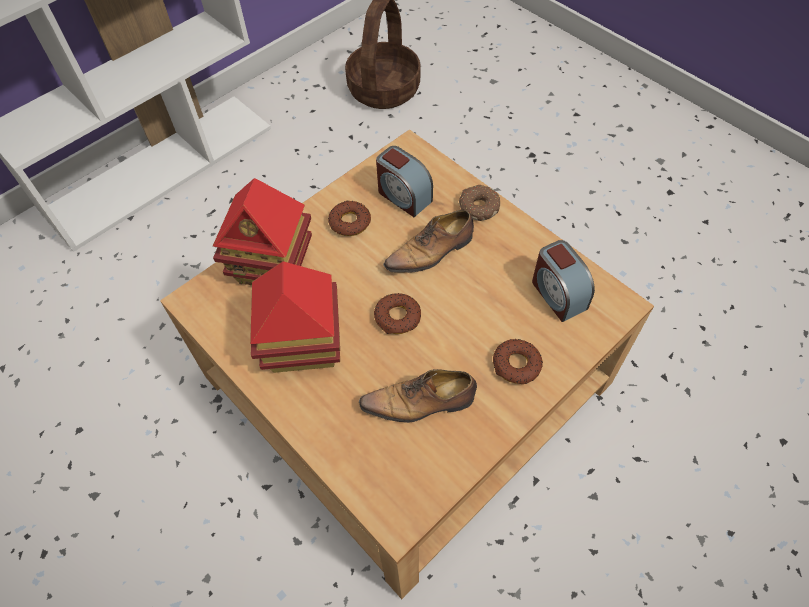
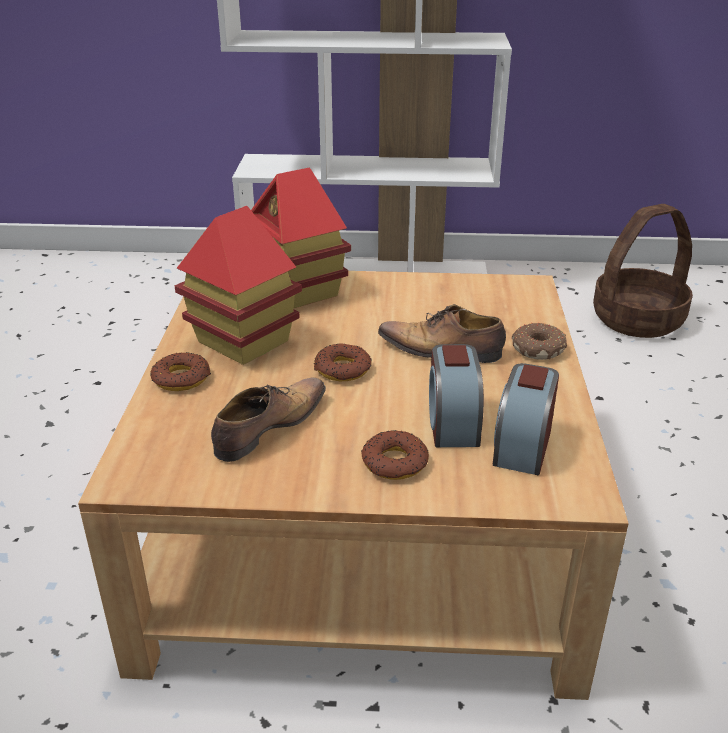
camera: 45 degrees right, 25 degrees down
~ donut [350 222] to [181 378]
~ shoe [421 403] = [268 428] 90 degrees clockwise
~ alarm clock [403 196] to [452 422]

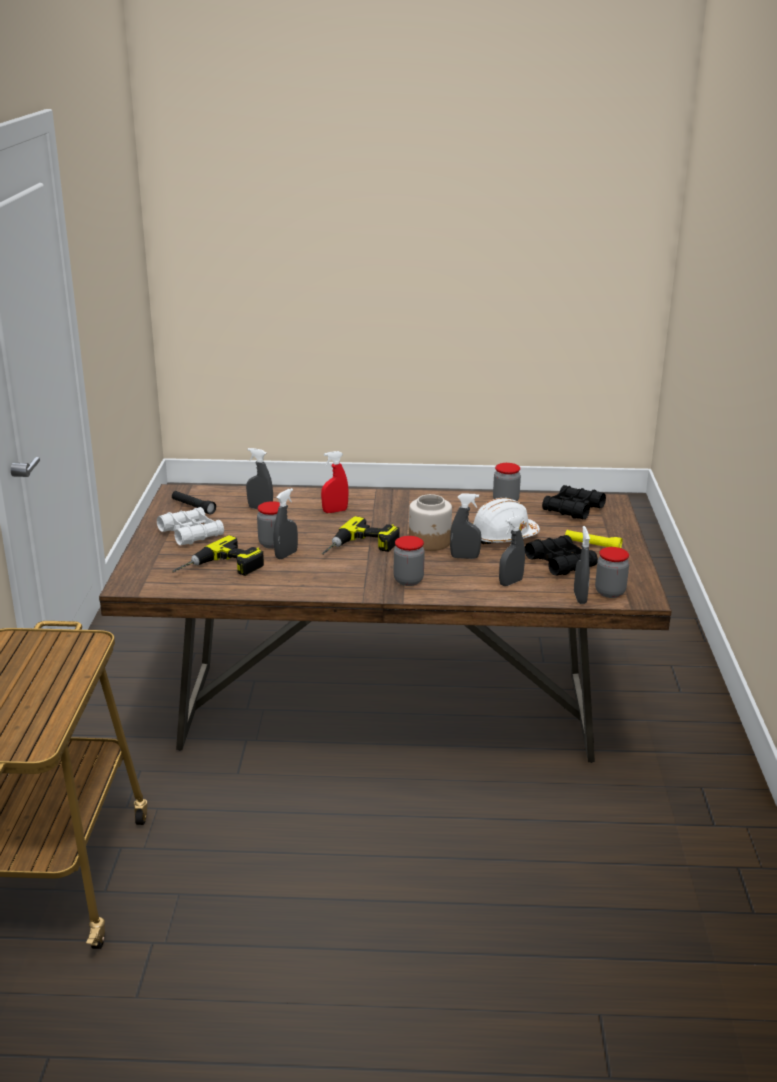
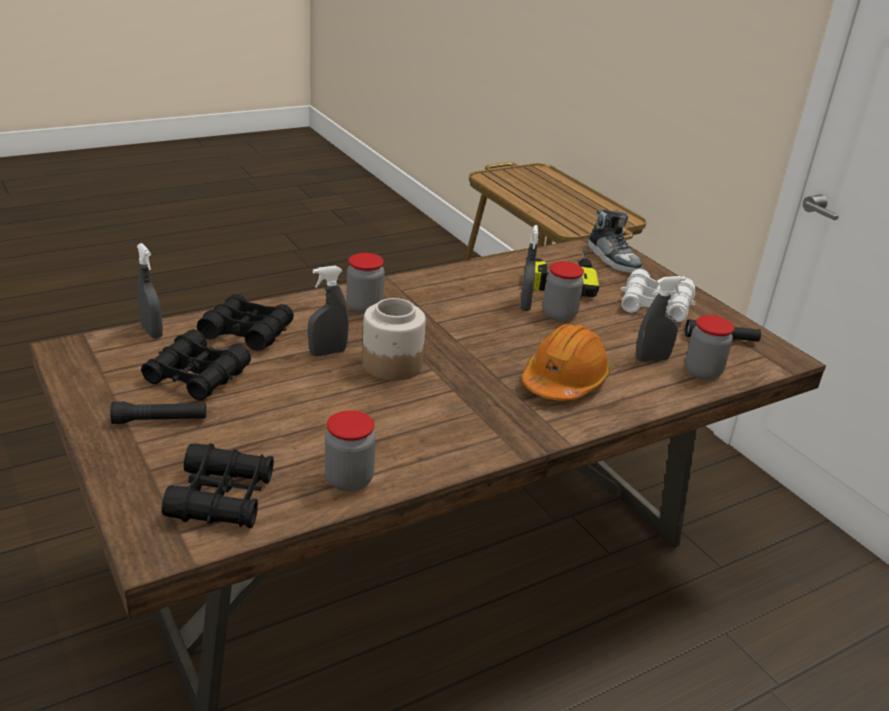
camera: 145 degrees right, 5 degrees up
~ yellow flashlight [592 545] to black flashlight [160 420]
~ grey spray bottle [510 582] to black binoculars [247 332]
~ red spray bottle [335 511] to orange hard hat [564 381]
+ shoe [613 259]
~ jar [610 592] to [702 372]
- power drill [360 548]
- white hard hat [502 537]

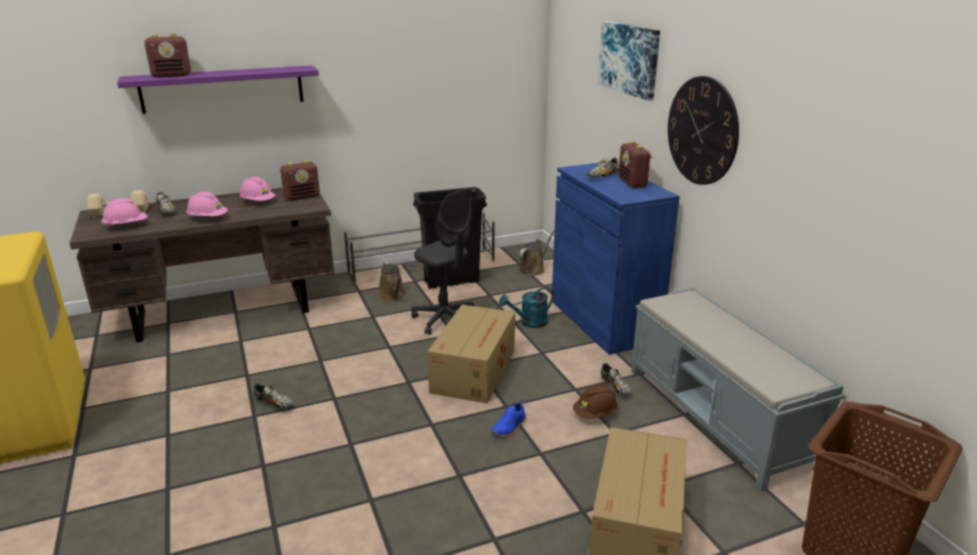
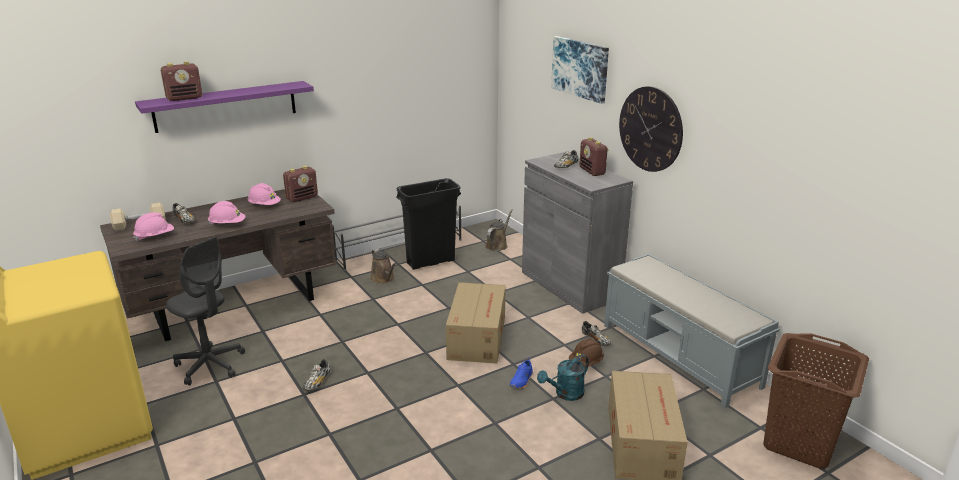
camera: 10 degrees left, 0 degrees up
~ grey office chair [445 319] to [210 365]
~ shoe [274 404] = [317 382] 90 degrees clockwise
~ blue cabinet [603 321] to grey cabinet [569 285]
~ turquoise watering can [529 323] to [565 394]

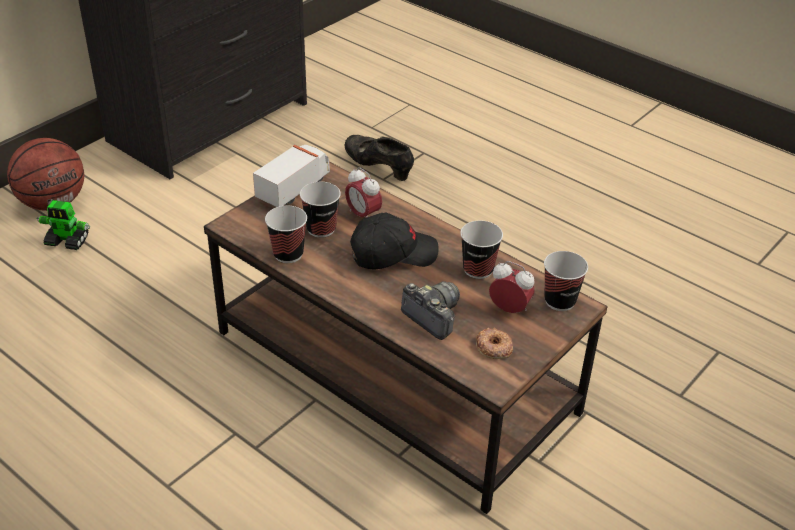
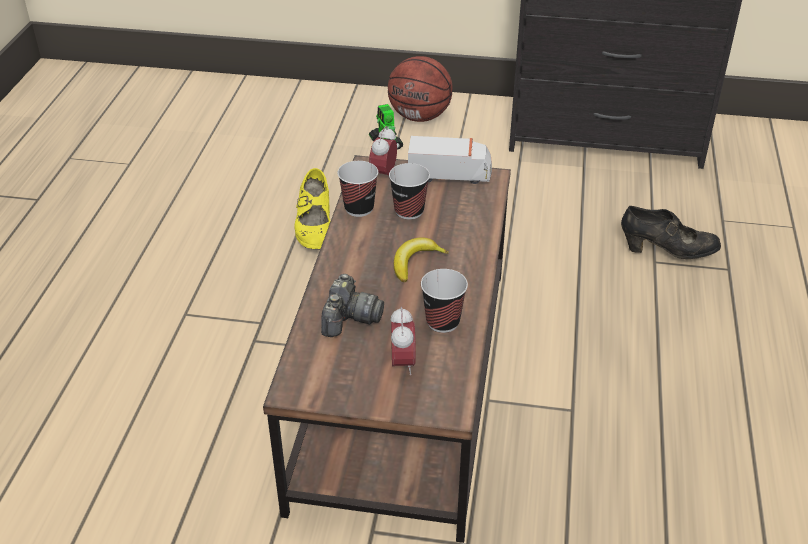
camera: 60 degrees right, 0 degrees up
+ yellow shoe [314 230]
~ alarm clock [363 215] to [383 174]
~ black cap [393 253] to banana [415 263]
~ black shoe [379 168] = [667 252] 90 degrees clockwise
- donut [493 347]
- cup [560 301]

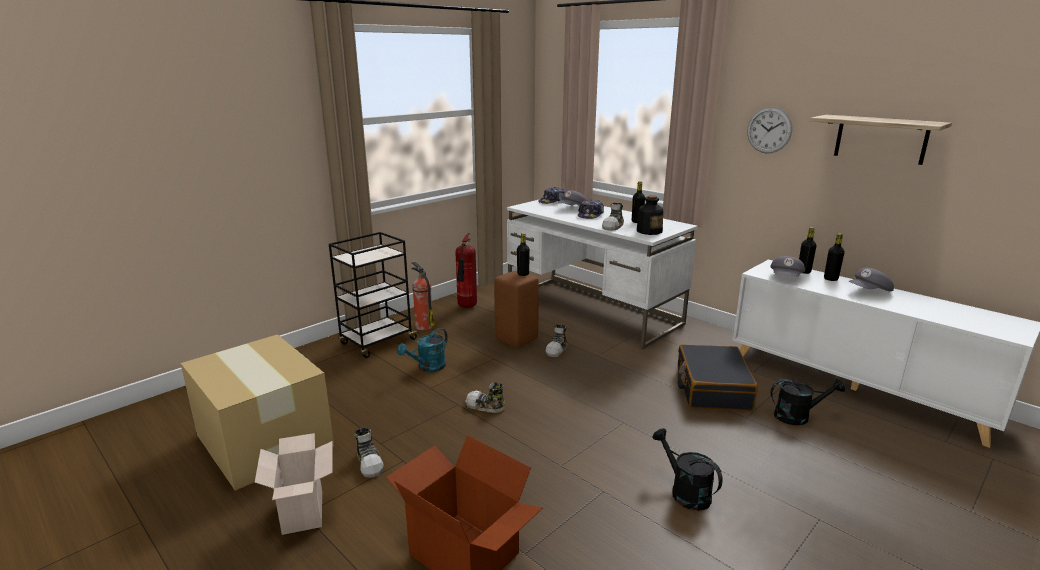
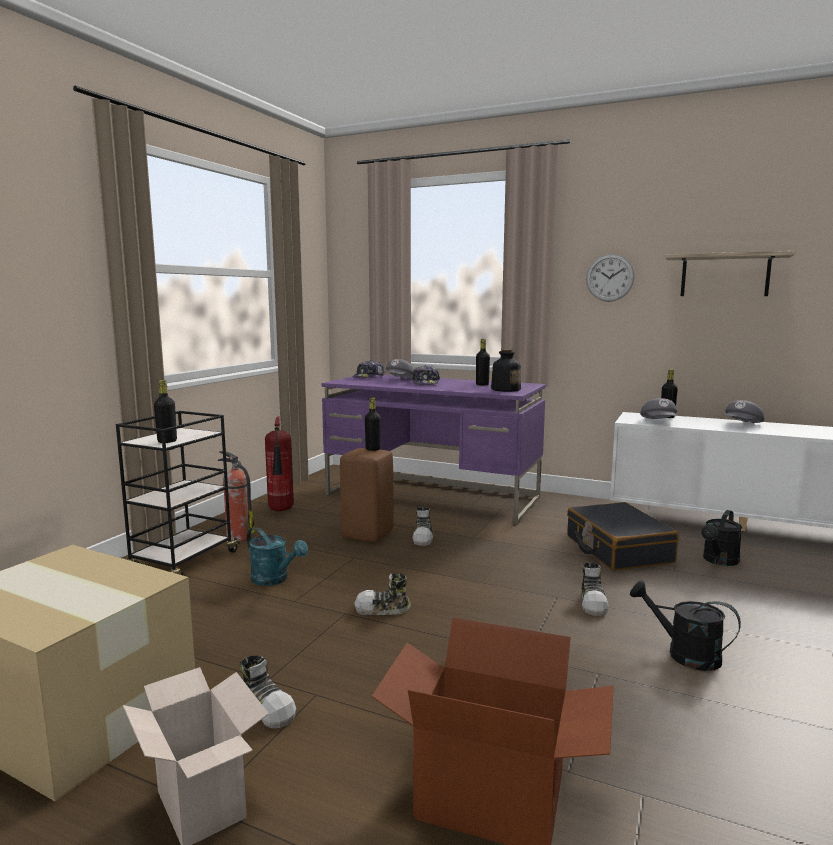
camera: 20 degrees left, 10 degrees down
~ black bottle [830 279] to [167 441]
~ turquoise watering can [428 368] = [275 579] 75 degrees counterclockwise
~ white desk [592 310] to purple desk [433 497]
~ shoe [613 226] to [593 603]
~ black watering can [797 416] = [719 561] 150 degrees clockwise

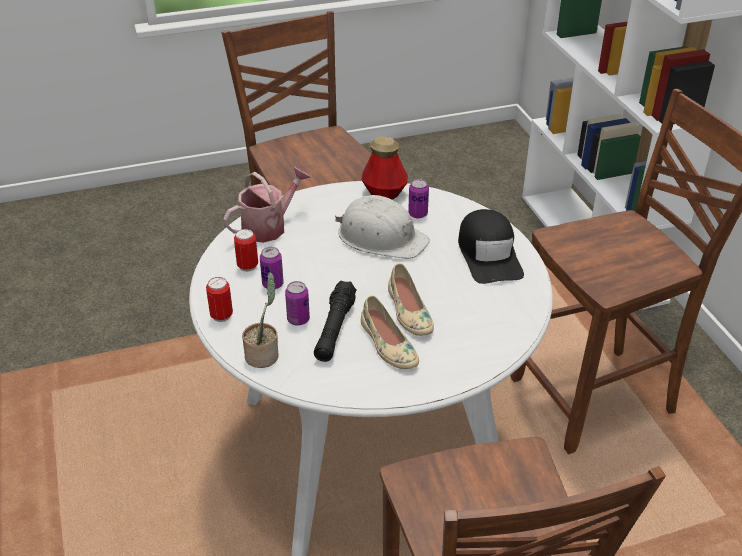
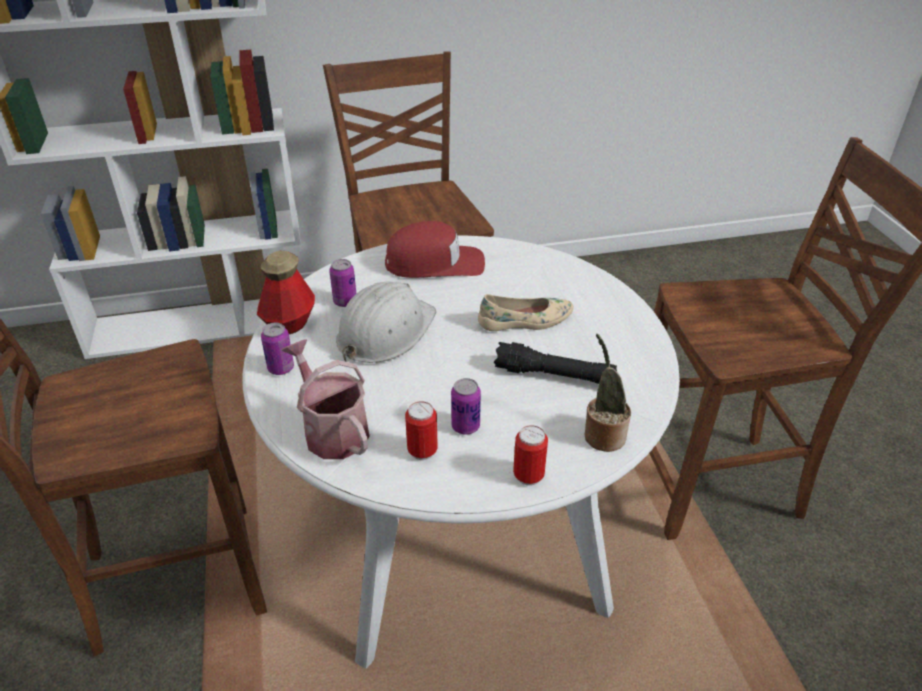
camera: 85 degrees left, 0 degrees up
~ can [298 319] to [281 368]
~ black cap [489 255] to red cap [435 263]
- beige shoe [388 345]

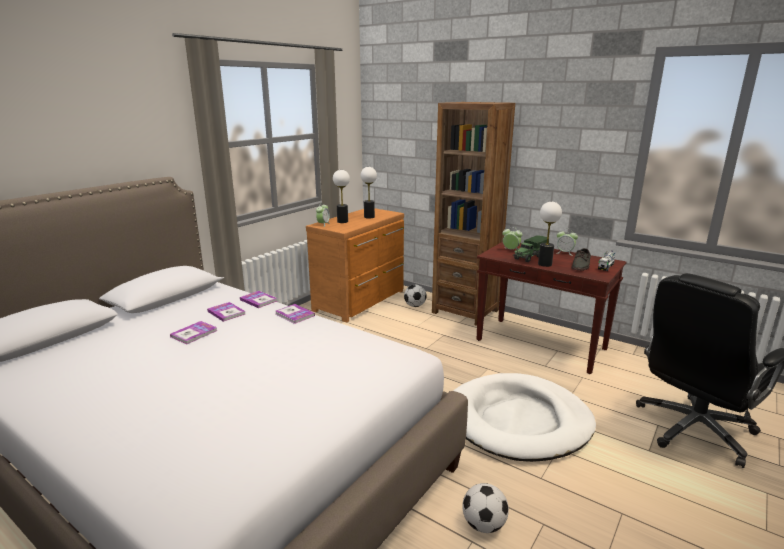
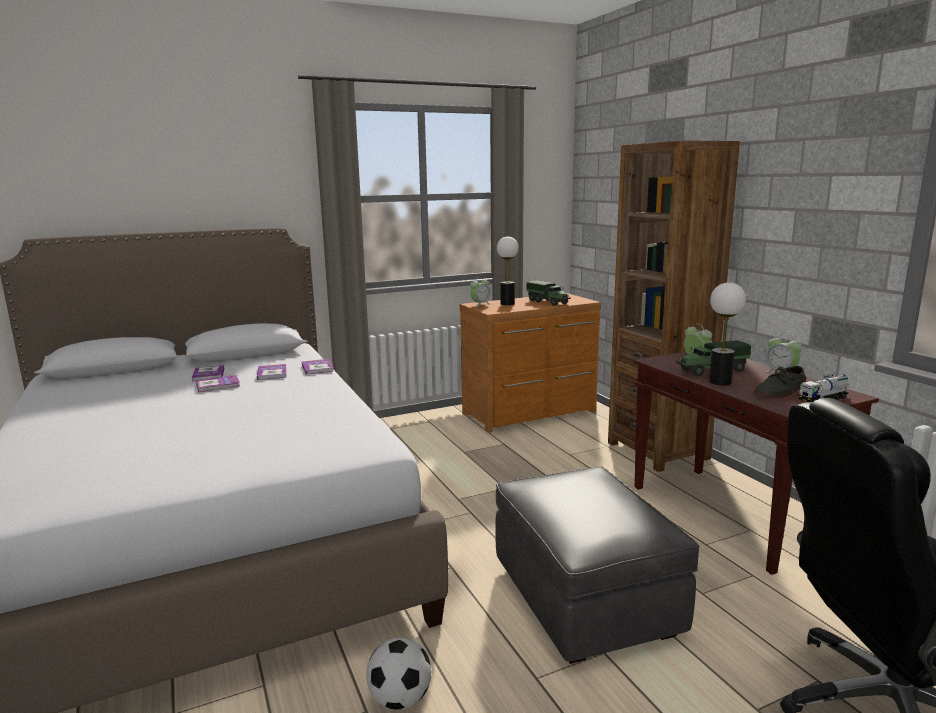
camera: 30 degrees right, 5 degrees down
~ book [294 315] to [208 374]
~ white dog bed [519 421] to grey ottoman [585 599]
~ table lamp [369 217] to toy truck [548 302]
- football [415 306]

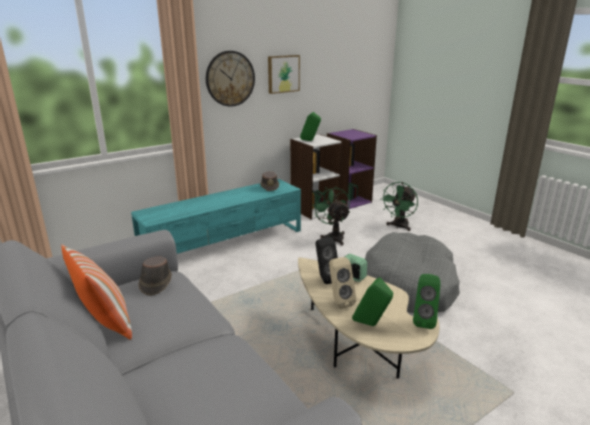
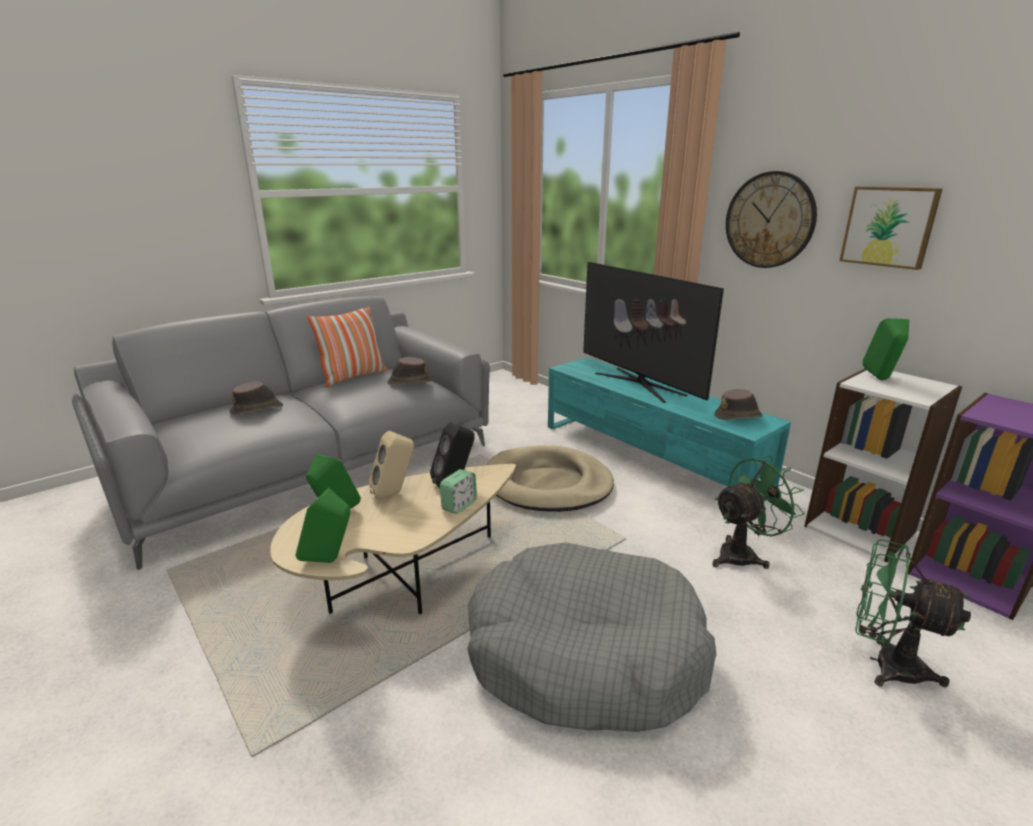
camera: 85 degrees right, 0 degrees up
+ brown hat [257 409]
+ beige dog bed [548 484]
+ television [639 384]

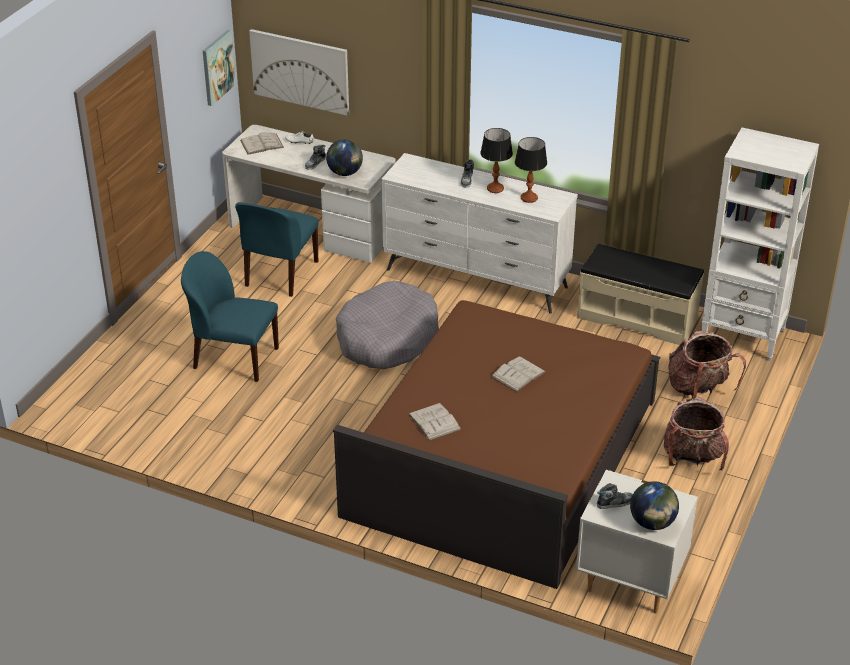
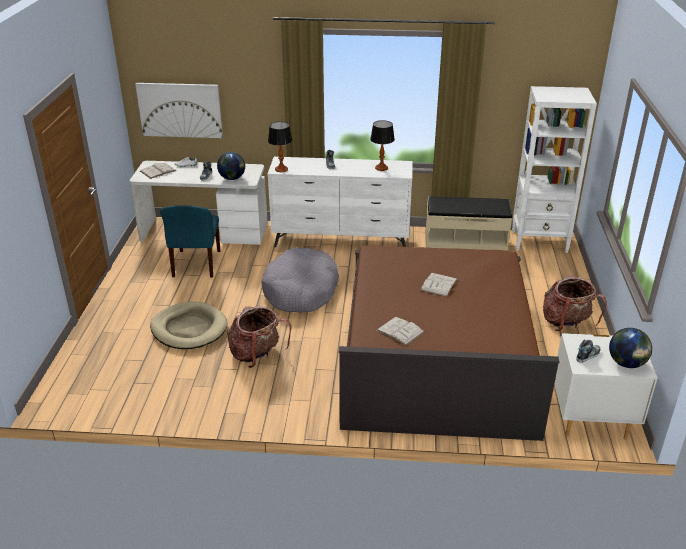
camera: 20 degrees left, 5 degrees down
~ blue chair [234 358] to beige dog bed [189 328]
~ backpack [699 389] to [257 355]
~ table lamp [495 188] to [281 169]
- picture [217 67]

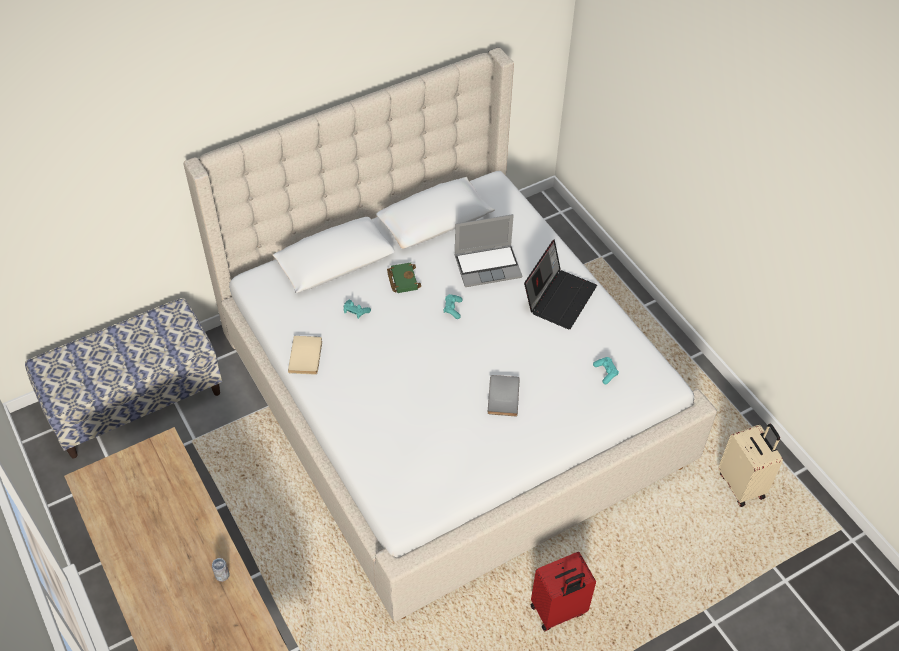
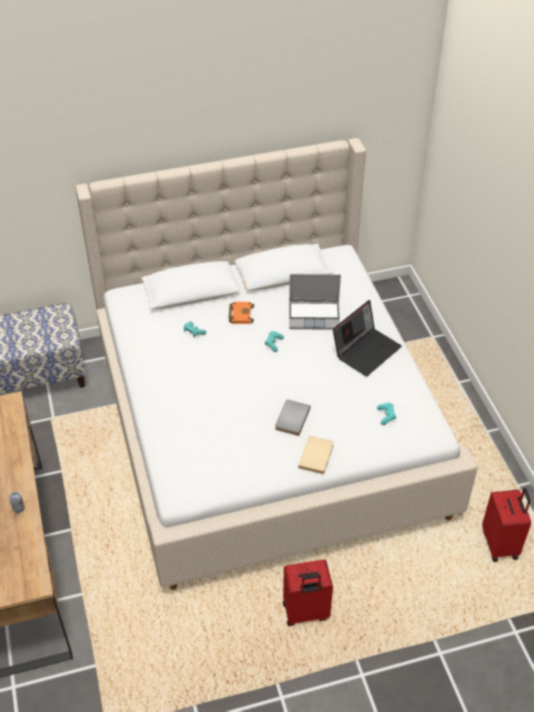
camera: 15 degrees right, 5 degrees down
~ green book [402 279] to orange book [240 314]
~ beige book [307 356] to [317 456]
~ beige suitcase [742 485] to red suitcase [501 544]

